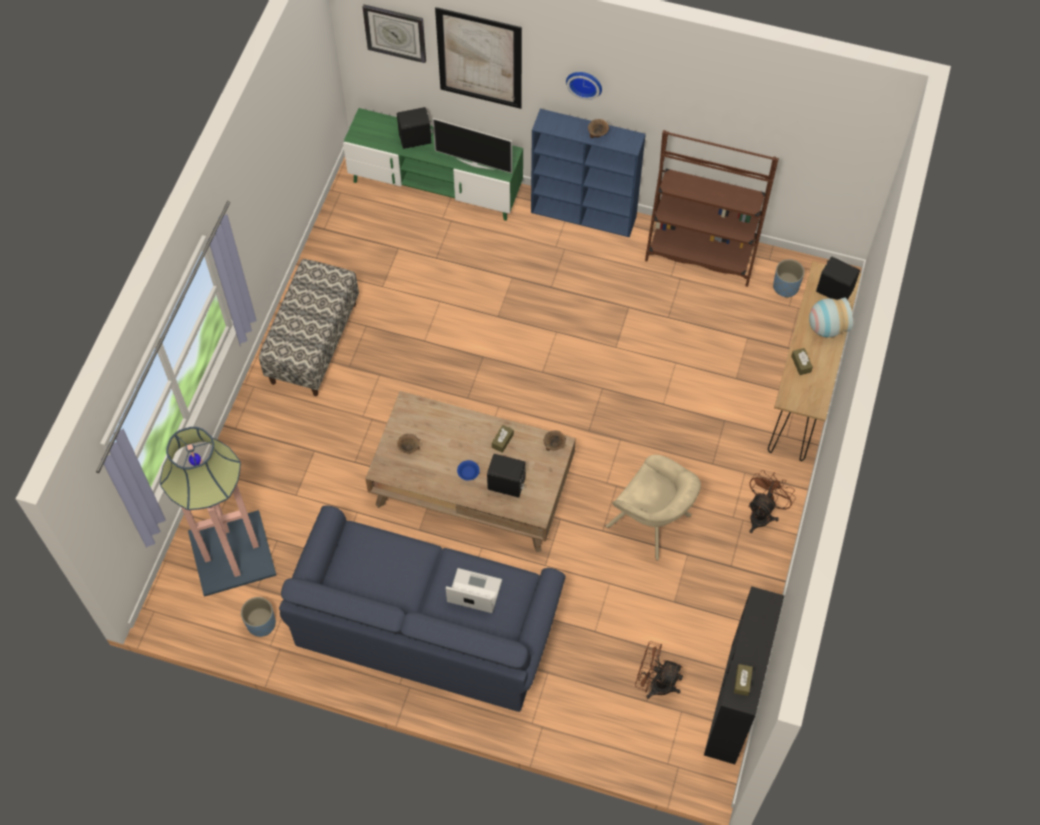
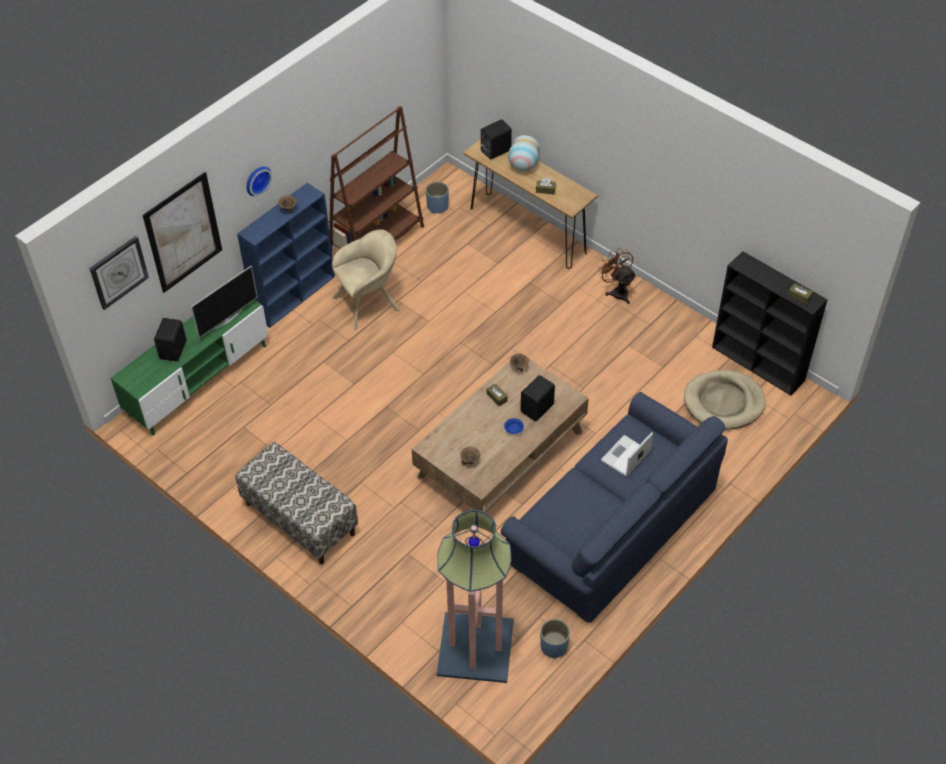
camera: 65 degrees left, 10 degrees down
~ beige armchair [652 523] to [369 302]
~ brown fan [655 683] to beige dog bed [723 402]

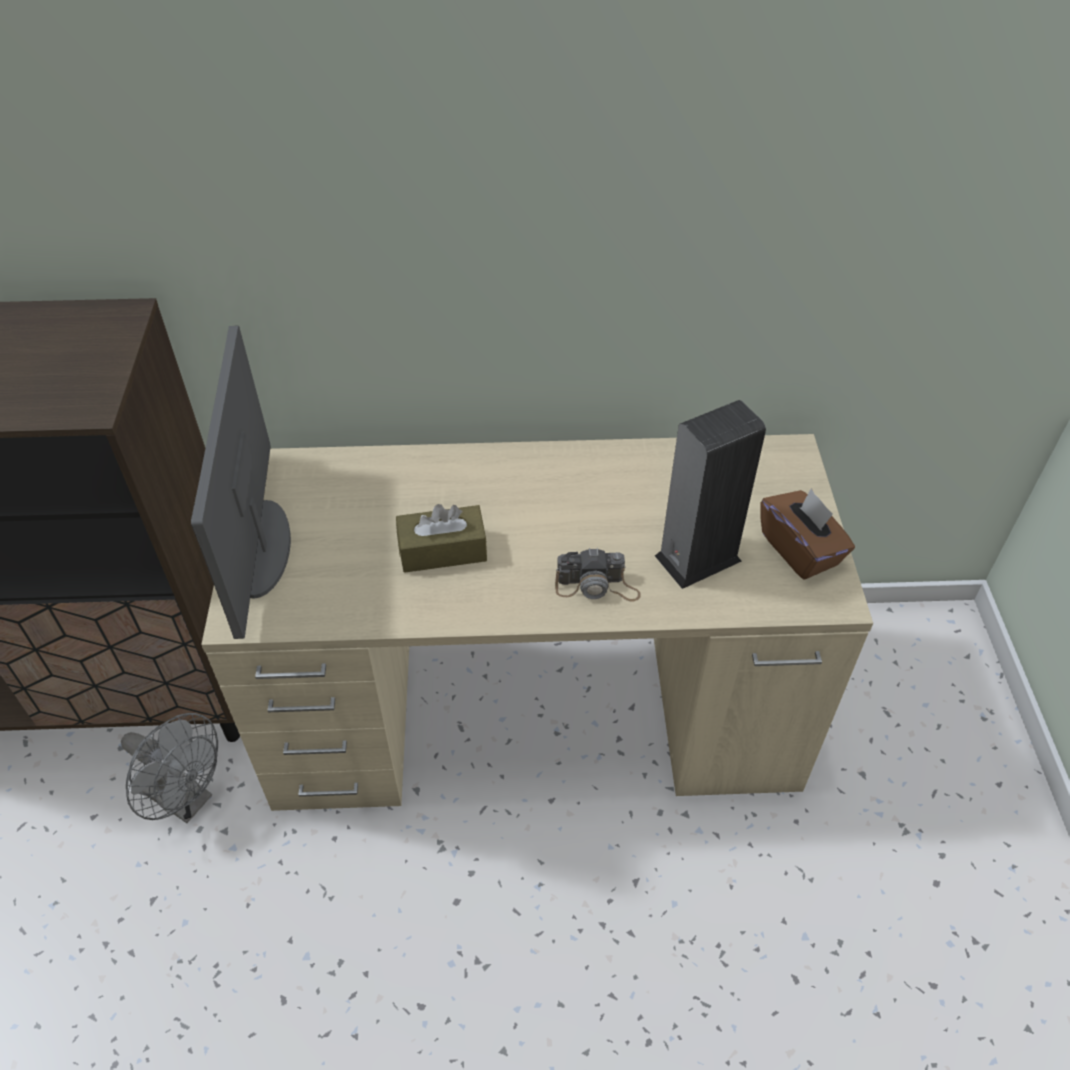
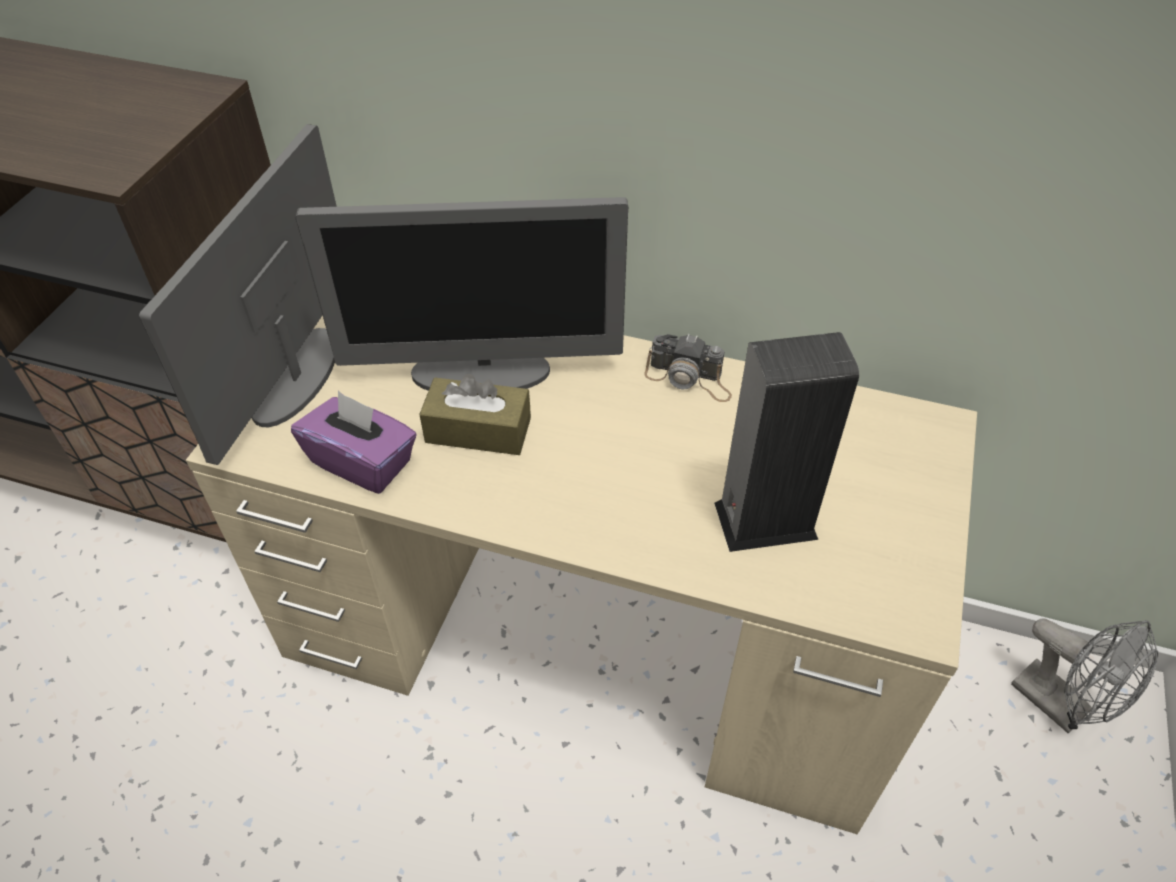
camera: 20 degrees right, 0 degrees up
+ purple tissue box [363 462]
+ monitor [482 373]
~ photo camera [597 586] to [689 379]
~ grey fan [187 800] to [1061 706]
- brown tissue box [800 550]

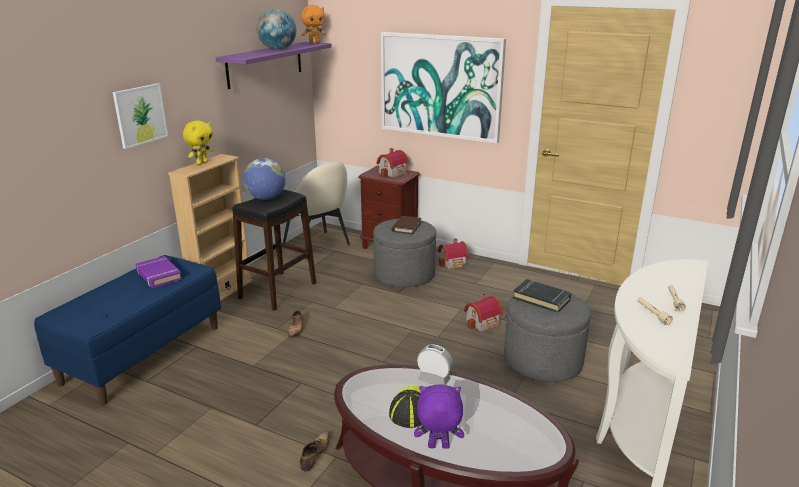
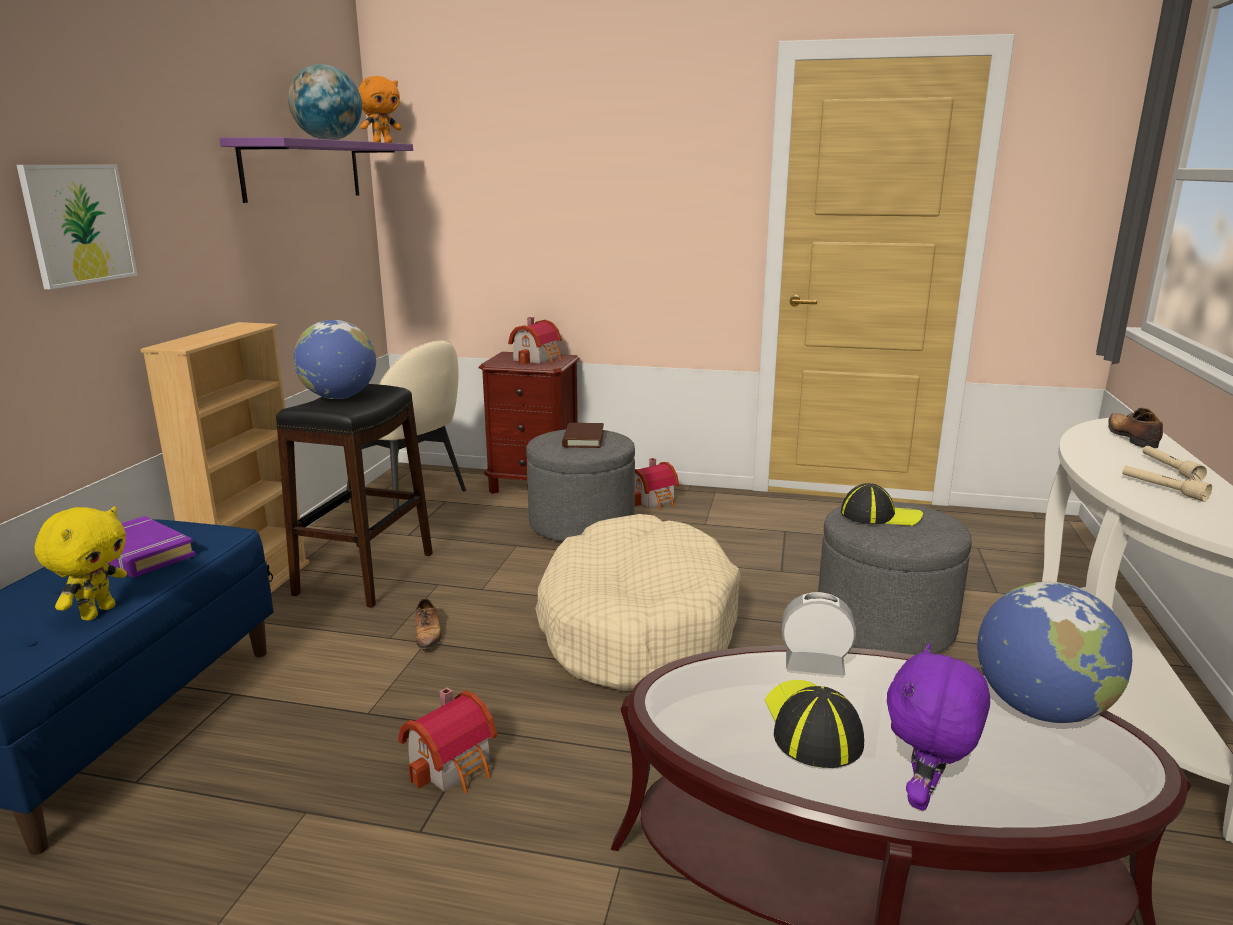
camera: 15 degrees left, 5 degrees down
~ yellow plush toy [202 162] to [97 612]
~ toy house [484 324] to [454 765]
+ beige dog bed [635 626]
~ black book [541 299] to cap [880 515]
~ purple plush toy [438 447] = [925 797] 45 degrees counterclockwise
+ globe [1040 709]
~ shoe [314 455] to [1131 437]
- picture [440 86]

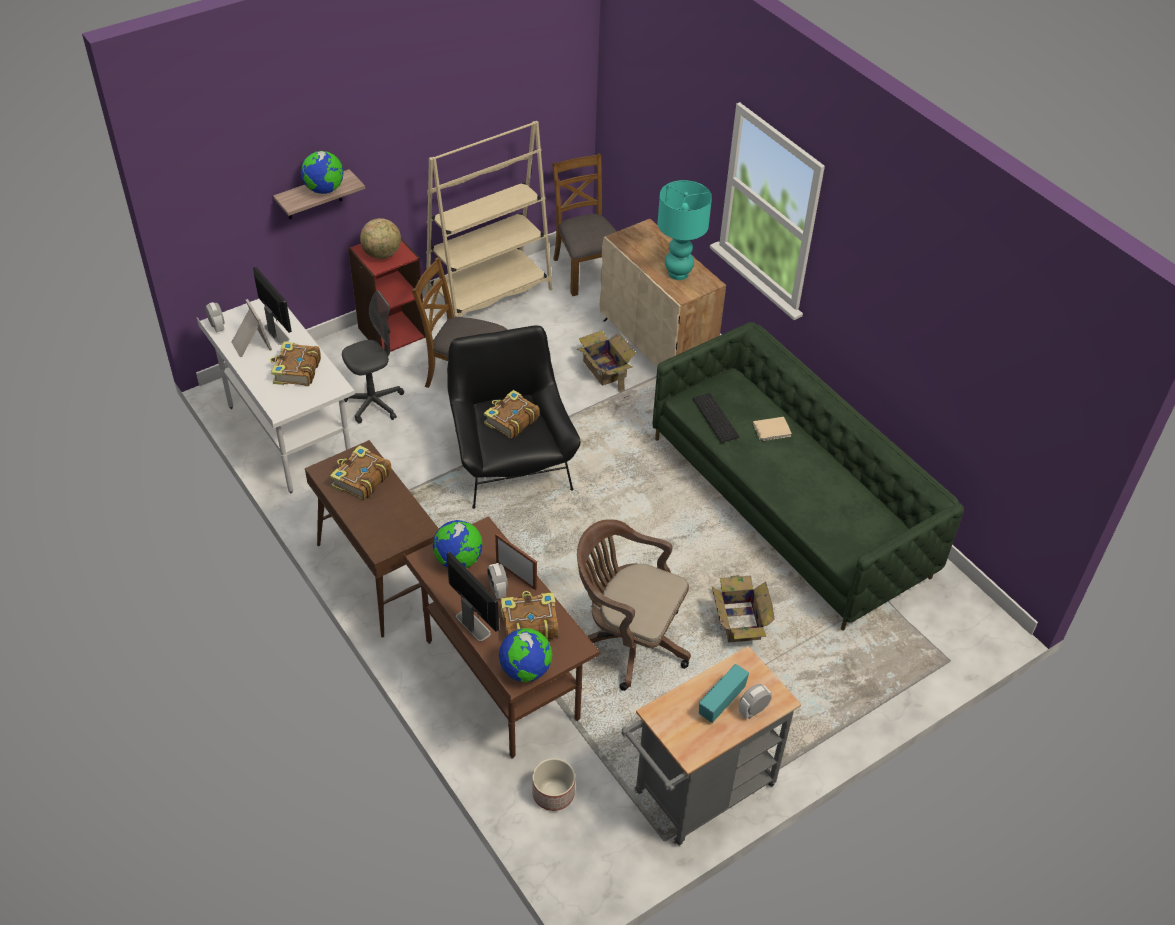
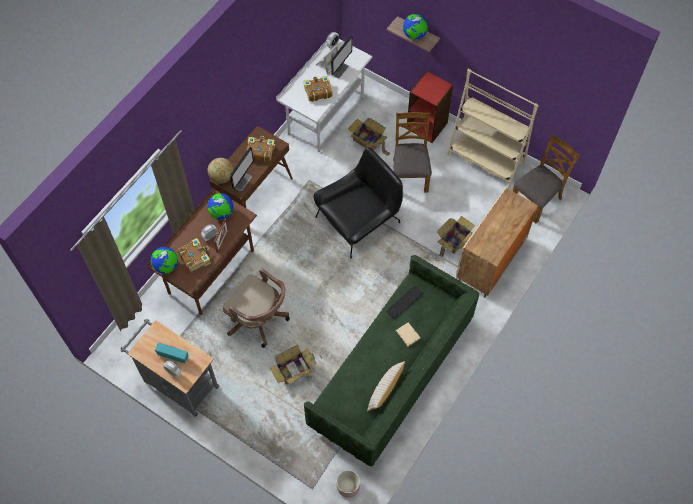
camera: 70 degrees right, 15 degrees up
~ globe [382 254] to [221 177]
~ brown office chair [628 640] = [259 320] 120 degrees clockwise
~ monitor [472 624] to [243 182]
~ planter [554 793] to [348 486]
~ grey office chair [374 403] to cardboard box [368 141]
+ beige pillow [385 390]
- book [511 420]
- turquoise table lamp [678 274]

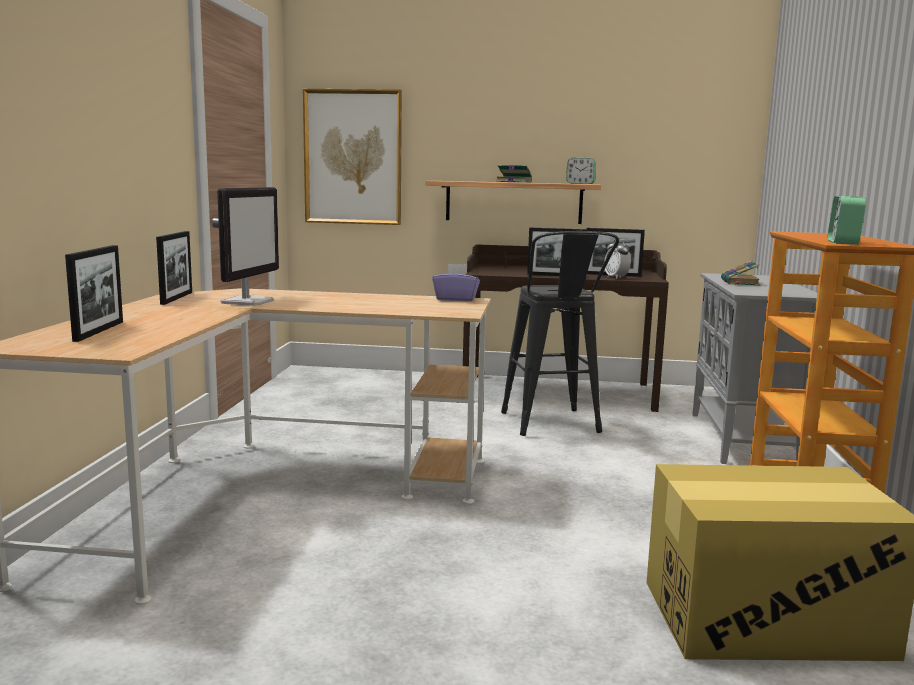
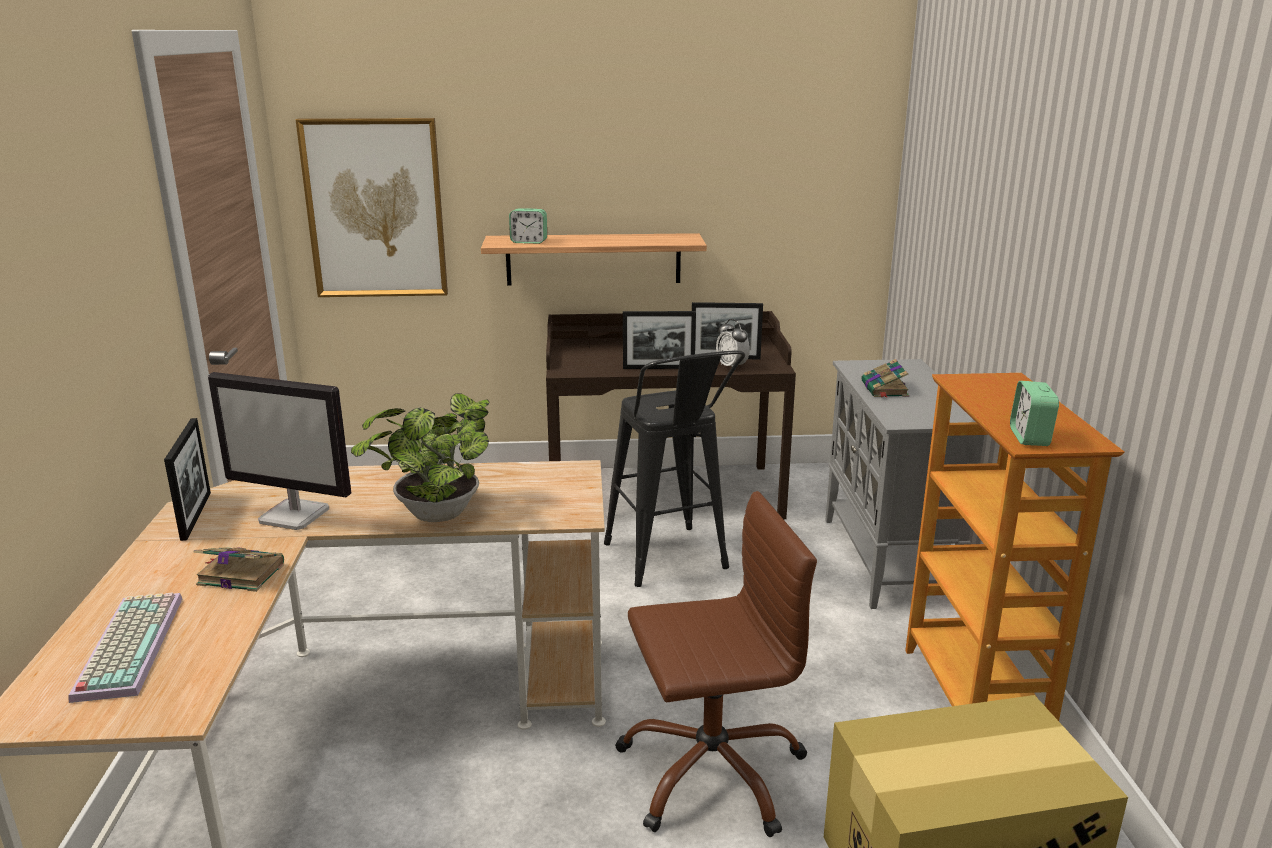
camera: 10 degrees left, 10 degrees up
~ picture frame [99 331] to keyboard [127 645]
~ book [513 182] to [239 574]
~ monitor [247 302] = [296 515] 105 degrees clockwise
+ potted plant [433 516]
~ alarm clock [580 183] to [529 242]
+ brown office chair [711 771]
- purple tissue box [456 299]

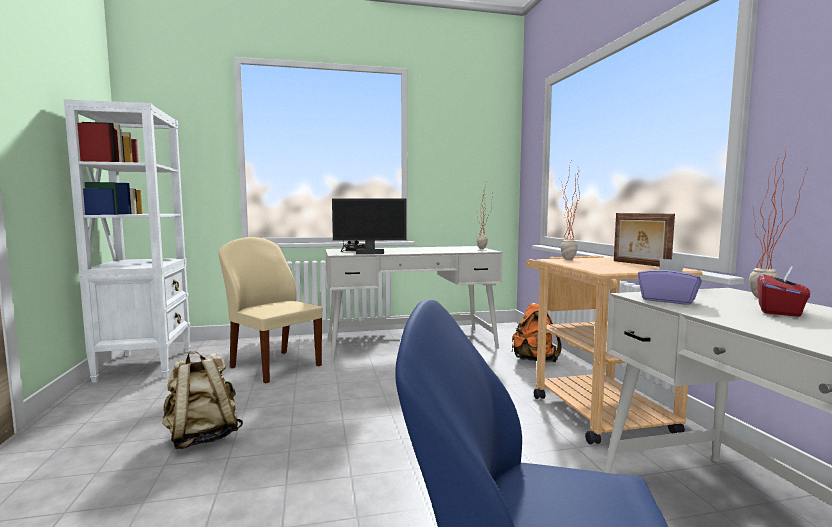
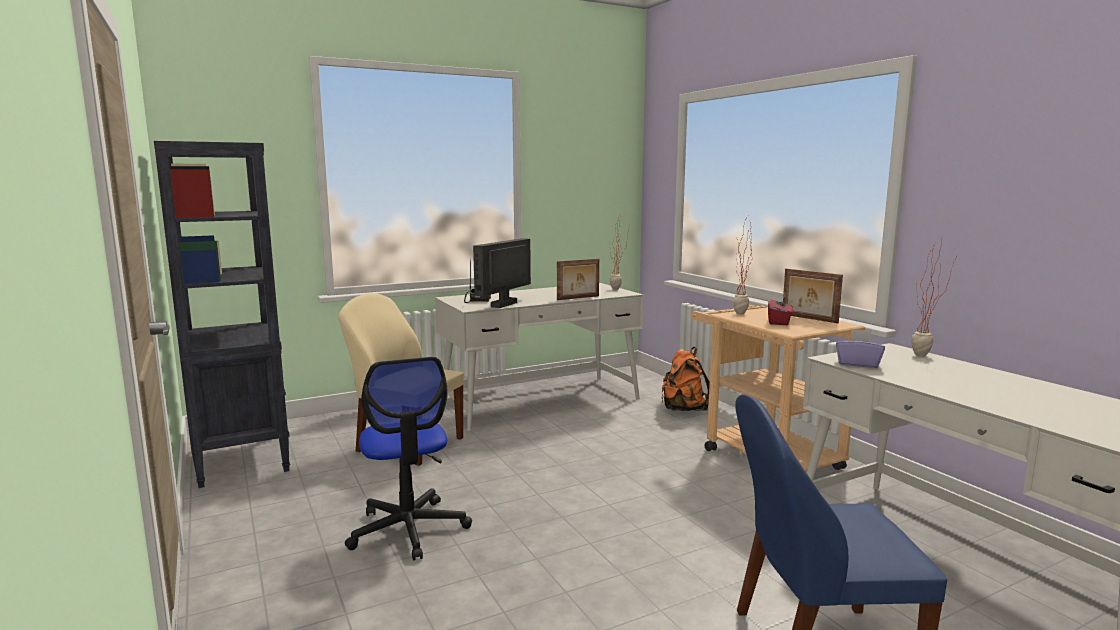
camera: 15 degrees left, 5 degrees up
~ white bookcase [146 364] to black bookcase [242 459]
~ beige backpack [202 437] to office chair [408 529]
~ monitor [370 253] = [505 305] 135 degrees clockwise
+ picture frame [578 298]
~ red tissue box [780 311] to [779 322]

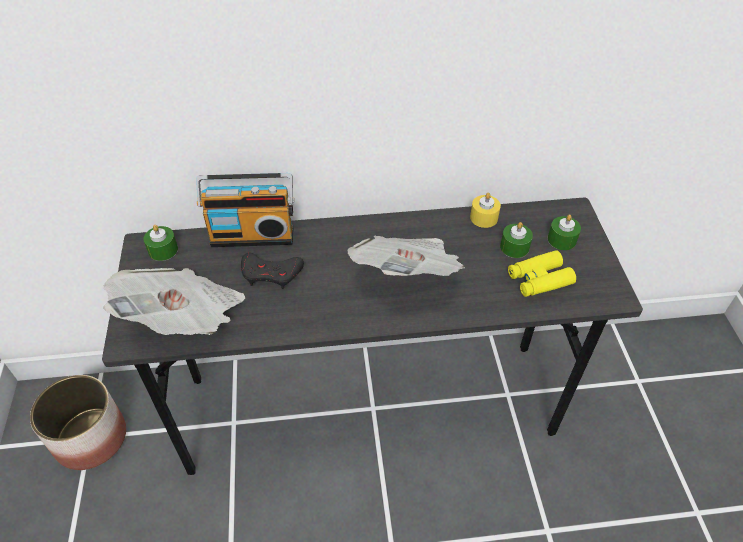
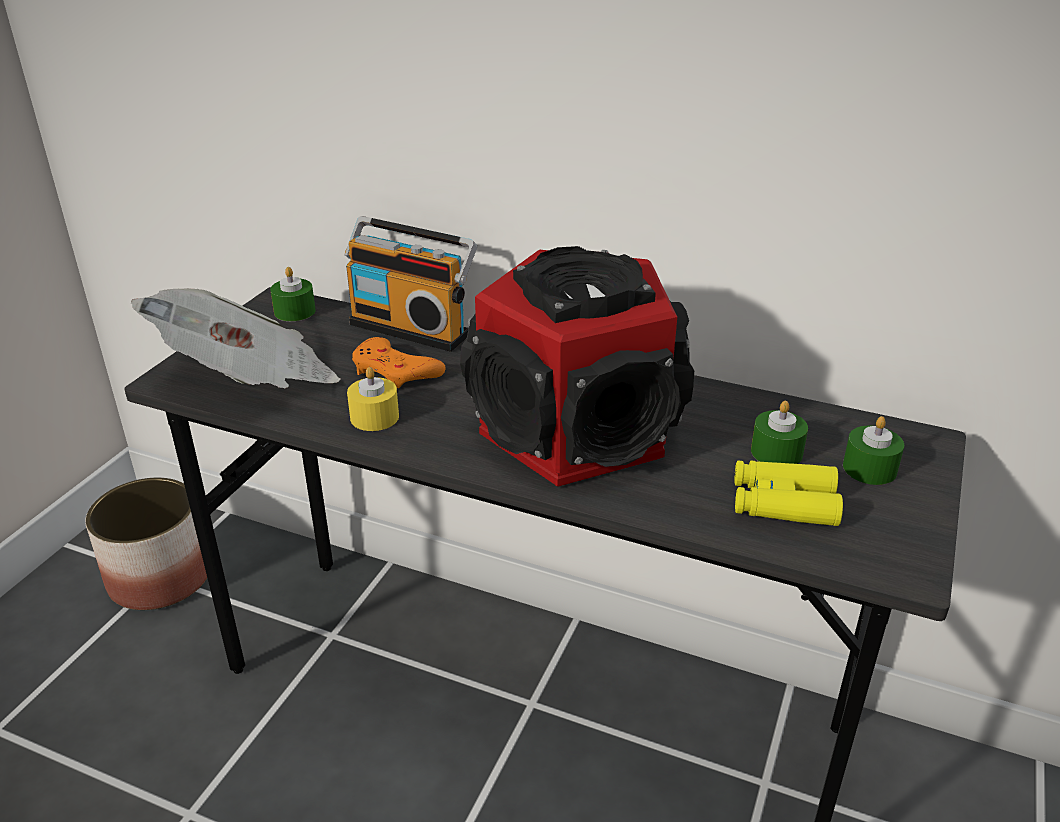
camera: 30 degrees right, 15 degrees down
~ yellow candle [483 218] to [374 417]
~ black game controller [271 273] to orange game controller [395 371]
~ newspaper [407 274] to speaker [576 430]

